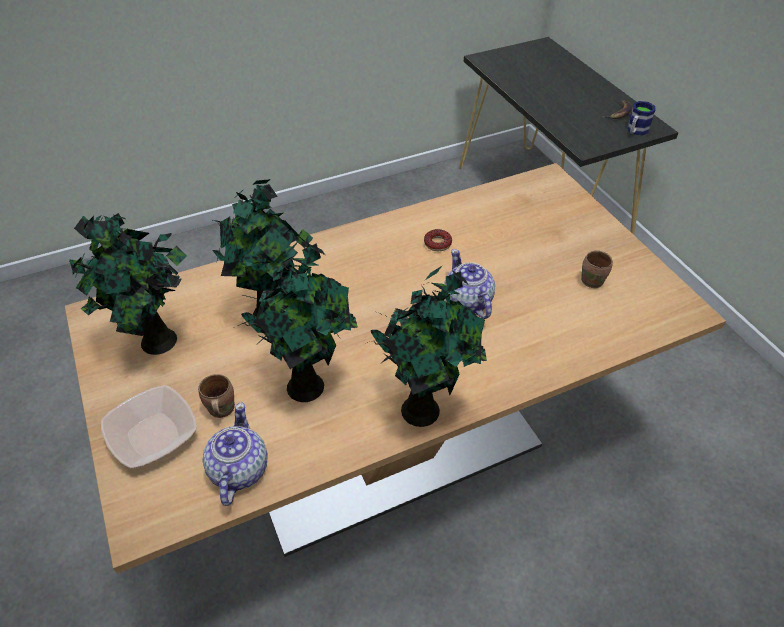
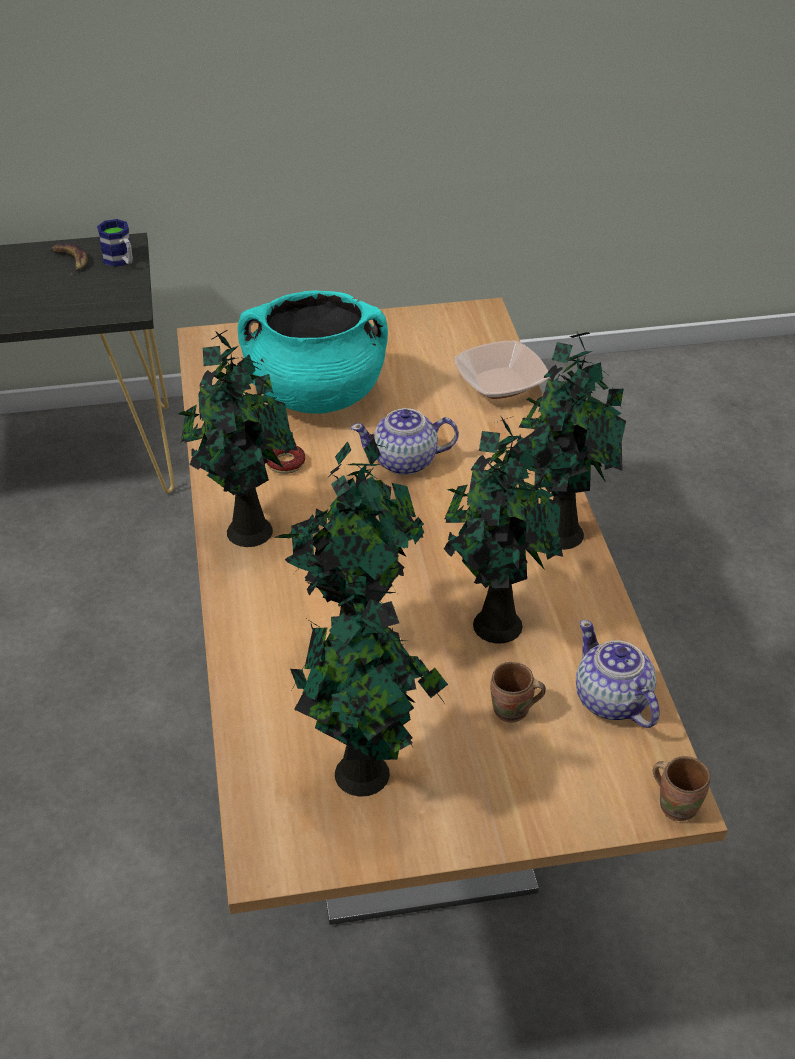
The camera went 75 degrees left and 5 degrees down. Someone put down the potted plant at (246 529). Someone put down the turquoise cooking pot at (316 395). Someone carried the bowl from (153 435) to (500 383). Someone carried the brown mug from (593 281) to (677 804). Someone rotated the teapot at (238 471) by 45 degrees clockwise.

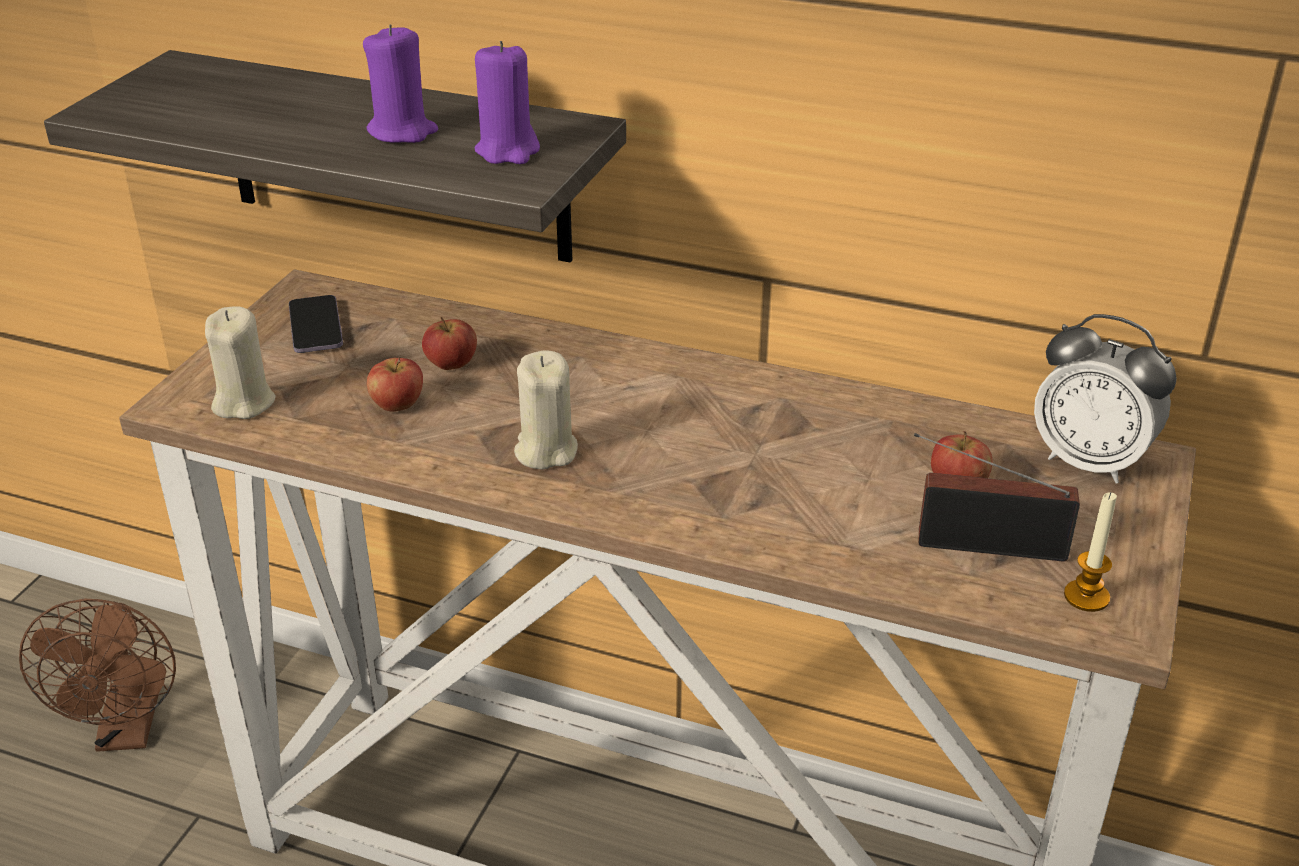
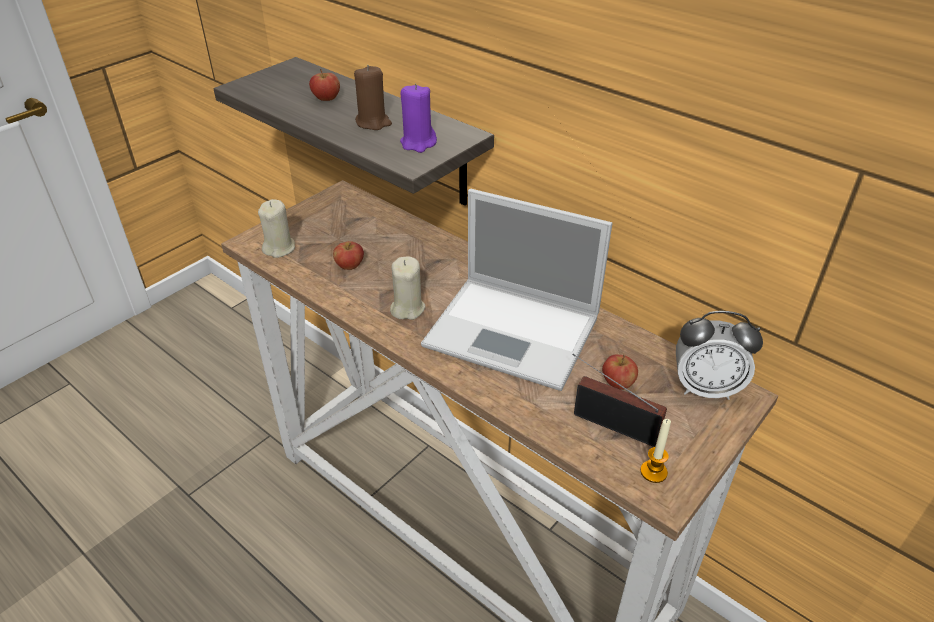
The camera went 20 degrees right and 5 degrees up. Someone took away the brown fan at (128 731). Someone took away the phone at (316 327). Someone put down the laptop at (515 332). Someone carried the apple from (452 365) to (326 99). Someone repainted the purple candle at (402 132), which became the brown candle at (373 122). Someone rotated the alarm clock at (1089 461) by 45 degrees counterclockwise.

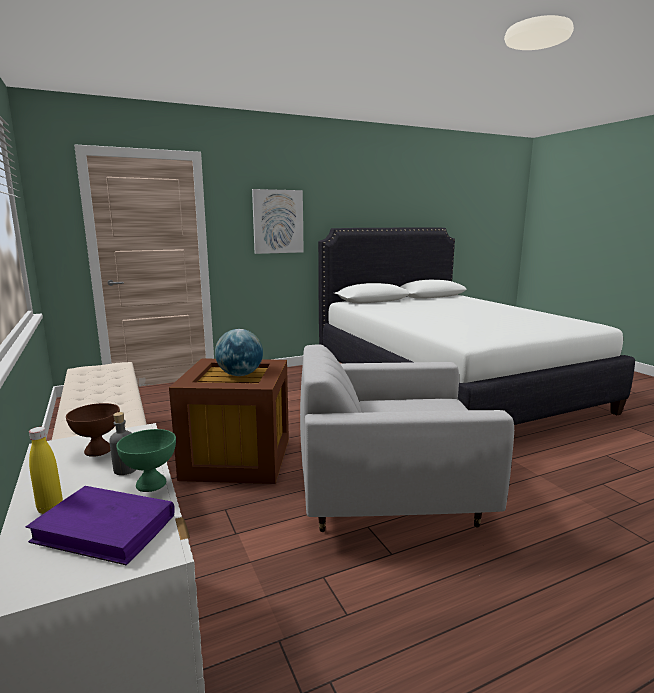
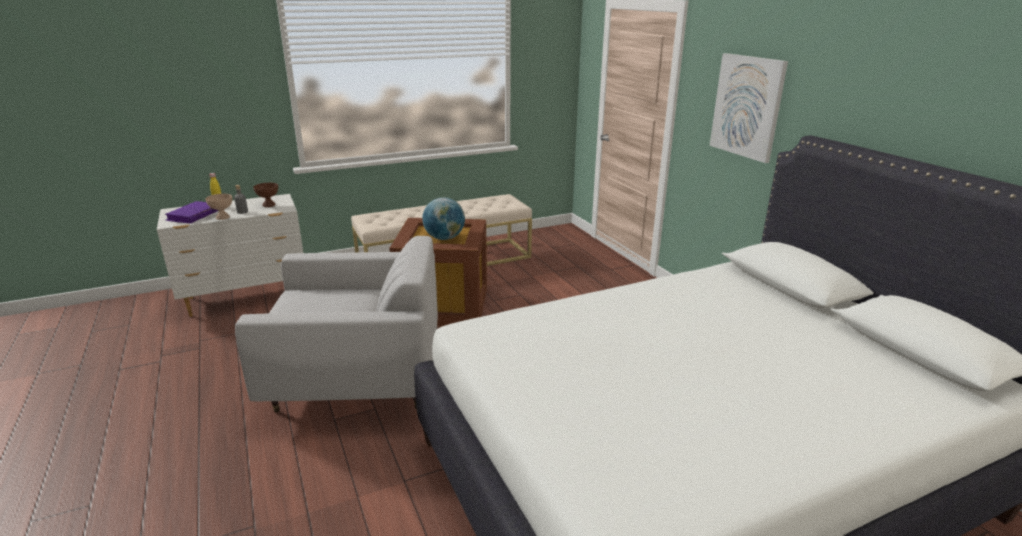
The camera went 90 degrees right and 10 degrees up. Someone repainted the green bowl at (152 483), which became the beige bowl at (223 217). Someone rotated the white armchair at (389 495) by 90 degrees clockwise.

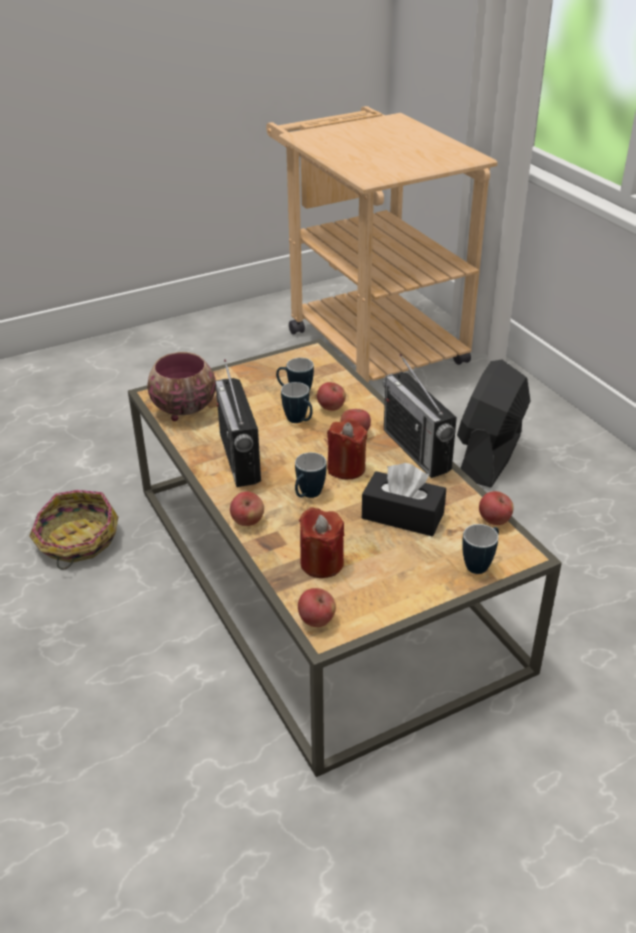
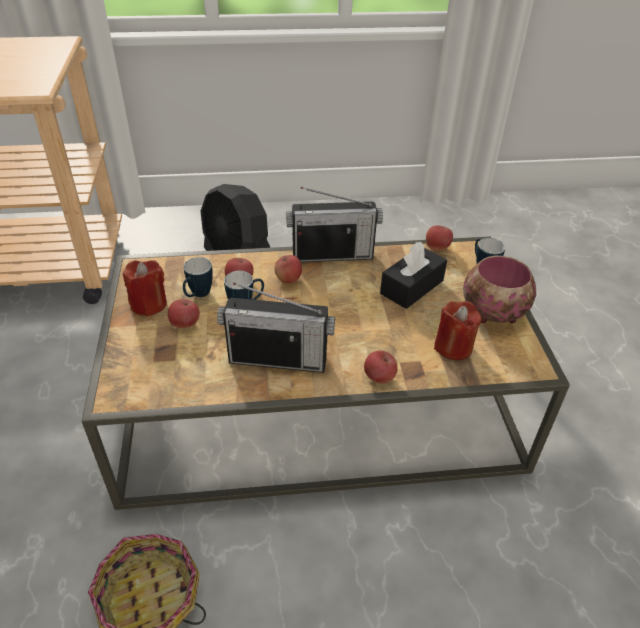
The camera went 70 degrees left and 5 degrees up. Someone took away the mug at (308 496). Someone carried the bowl from (182 409) to (492 314). Someone carried the apple from (316 620) to (185 324). Someone carried the red candle from (346 468) to (149 304).

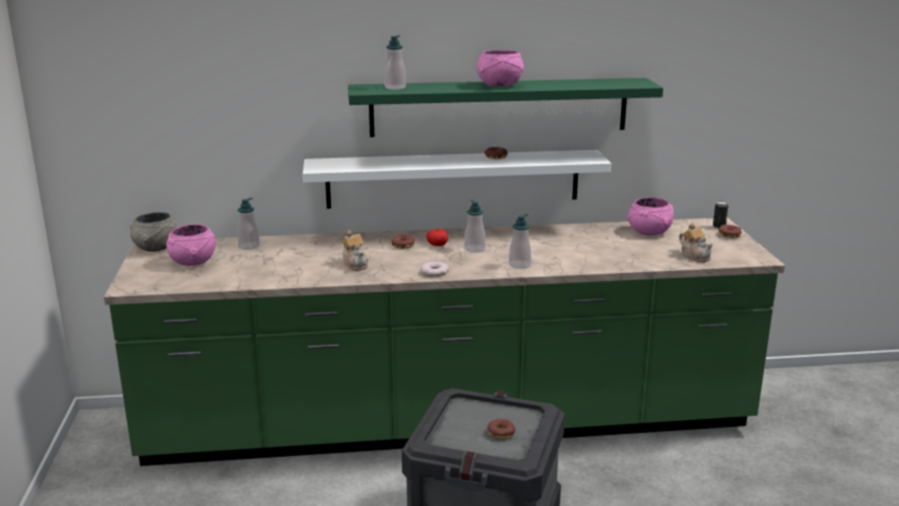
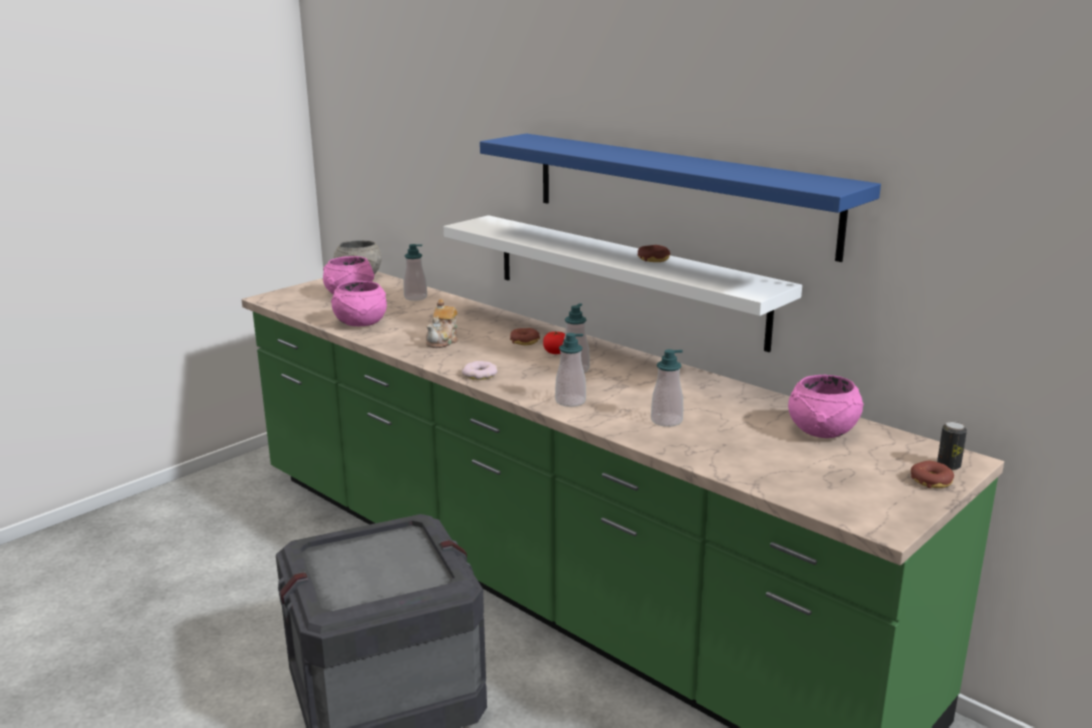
The camera went 50 degrees right and 0 degrees up. Someone took away the donut at (501 433). Someone took away the teapot at (695 256). Someone carried the soap dispenser from (395 88) to (666 421). Someone carried the pink bowl from (499 86) to (360 323). Someone repainted the green shelf at (499 107), which became the blue shelf at (678 192).

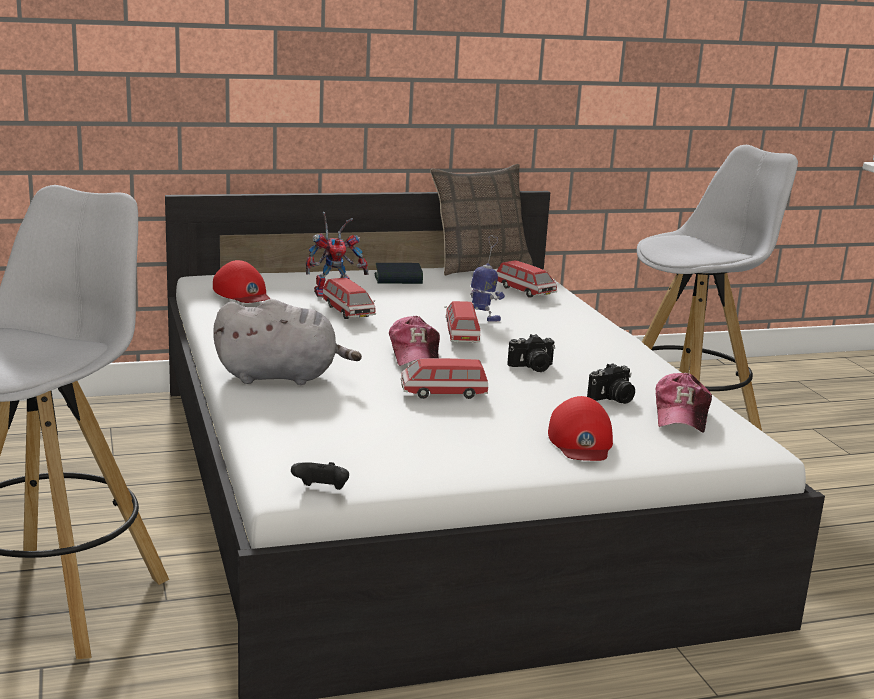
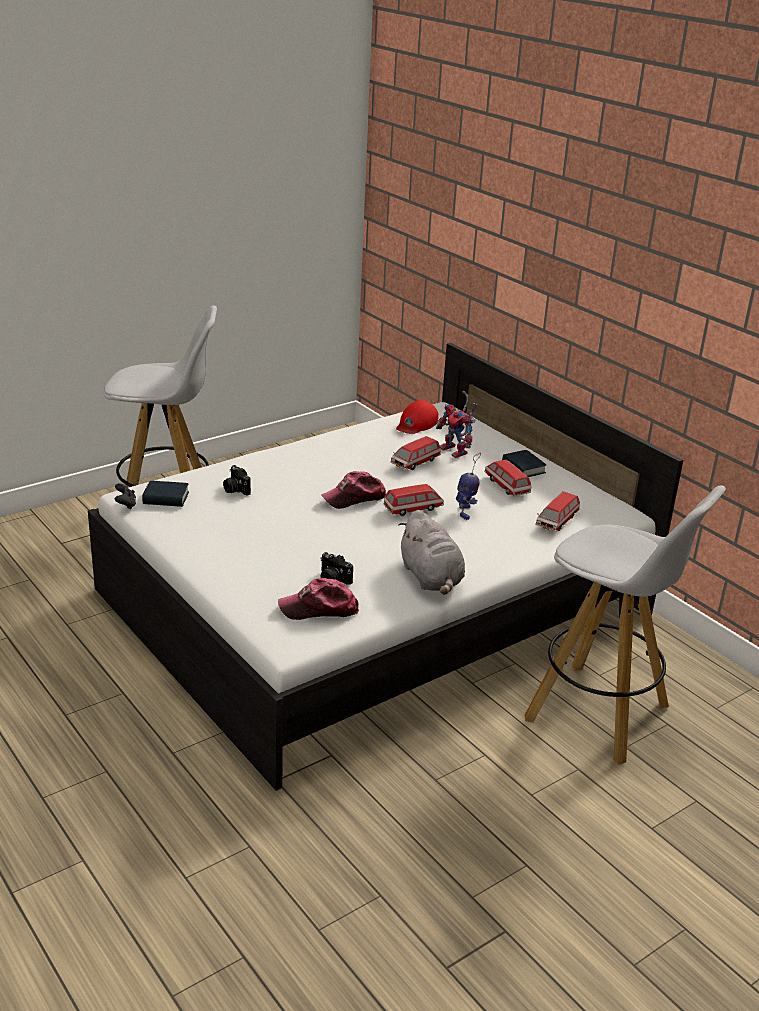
The camera went 70 degrees right and 10 degrees up. Someone took away the pillow at (480 266). Someone took away the red cap at (581 441). Someone put down the book at (166 498). Someone carried the grey plush toy from (282 377) to (431 578). Someone carried the toy car from (443 393) to (507 486). Someone carried the photo camera from (532 367) to (235 489).

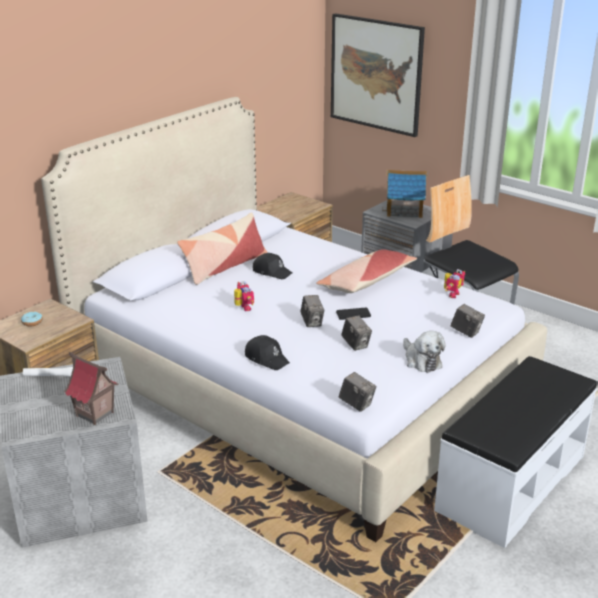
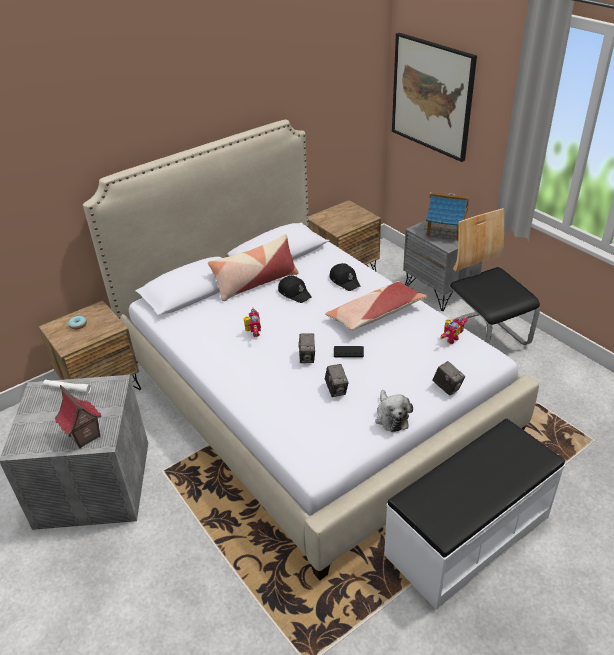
The camera went 15 degrees right and 10 degrees up. Someone took away the photo camera at (356 404). Someone carried the black cap from (267 358) to (345 281).

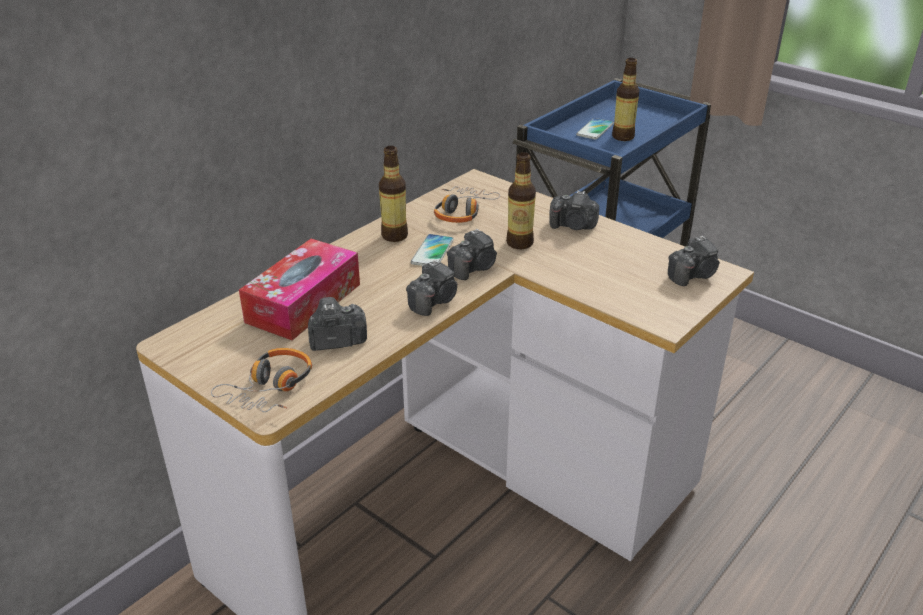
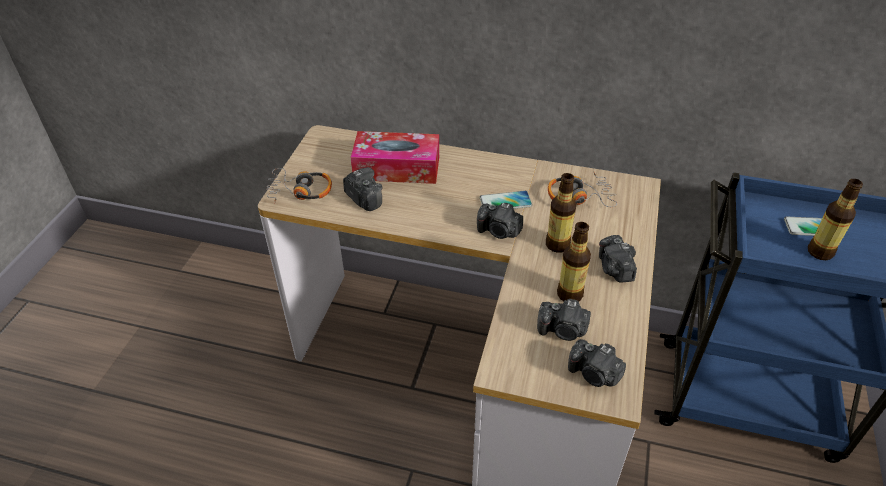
The camera went 65 degrees right and 10 degrees up. Someone carried the bottle from (394 236) to (570 294). Someone carried the photo camera from (434 301) to (563 330).

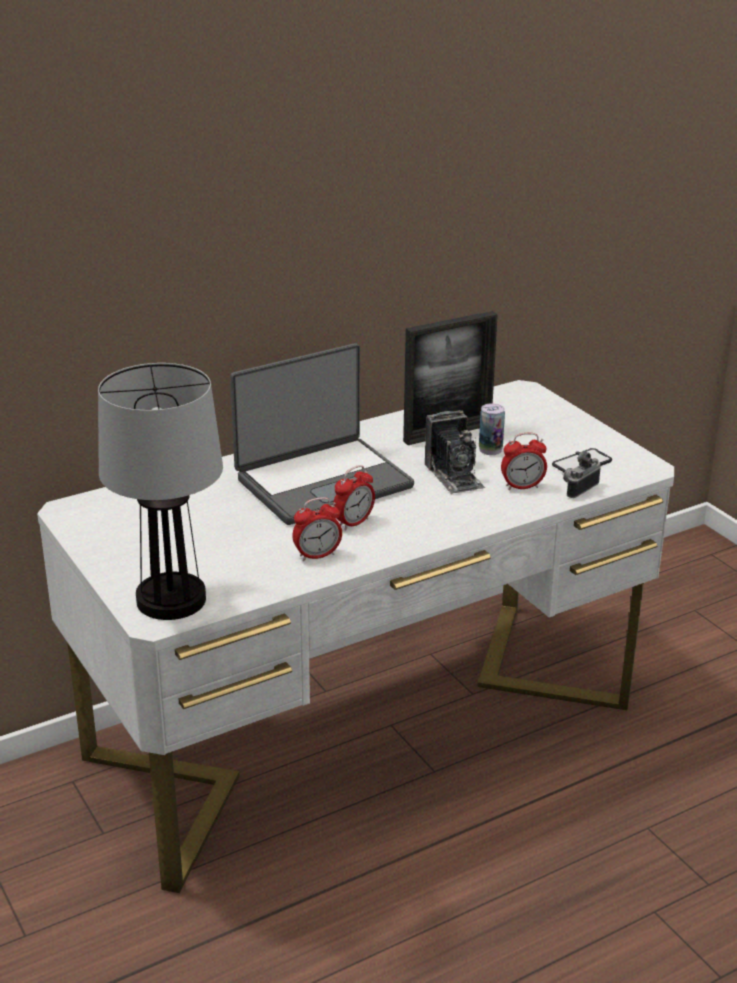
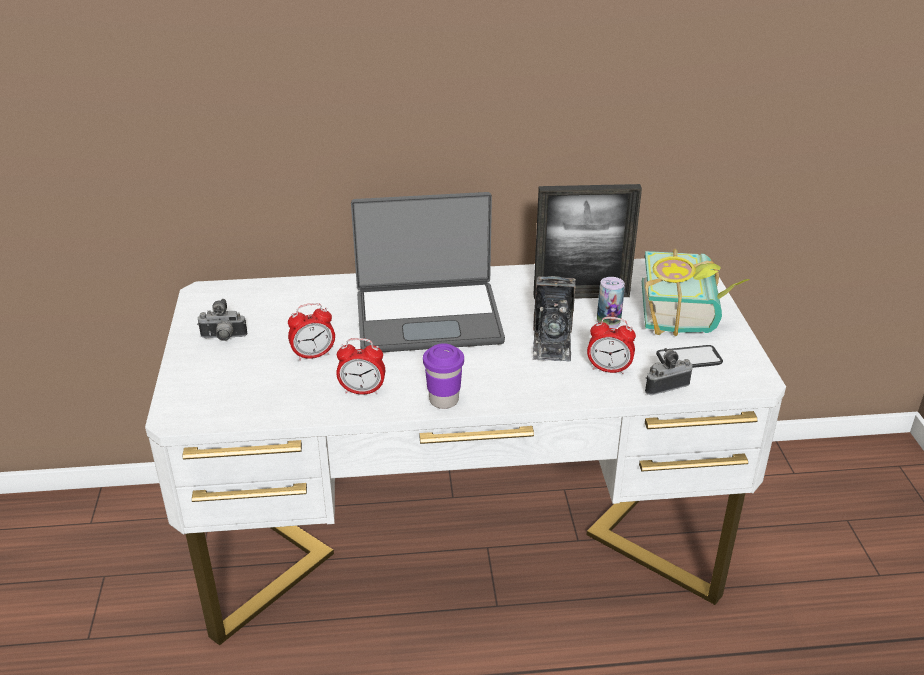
The camera went 25 degrees right and 5 degrees up. Someone took away the table lamp at (171 601). Someone put down the photo camera at (223 338). Someone put down the purple cup at (444 400). Someone put down the book at (688 312). Someone carried the alarm clock from (353 523) to (313 355).

